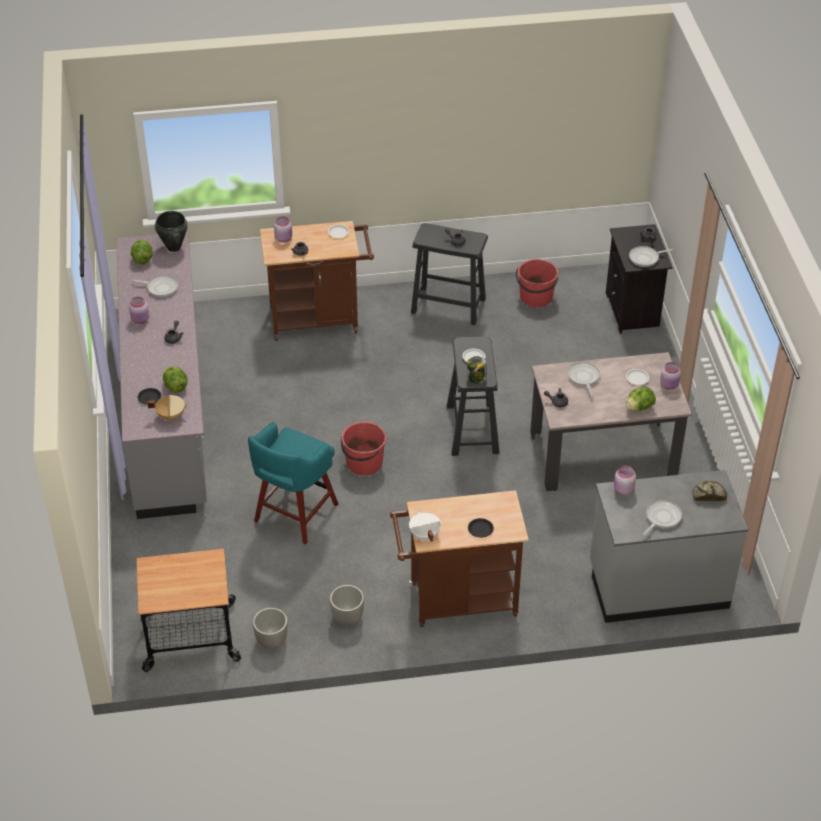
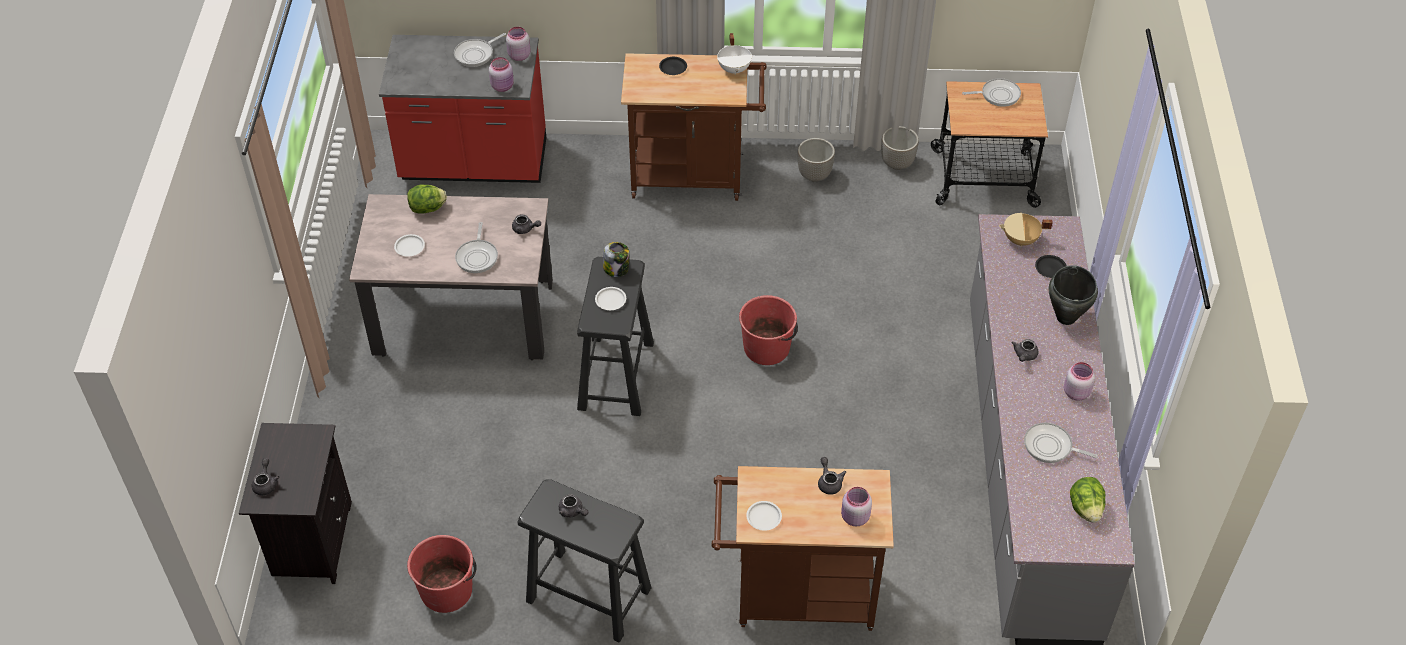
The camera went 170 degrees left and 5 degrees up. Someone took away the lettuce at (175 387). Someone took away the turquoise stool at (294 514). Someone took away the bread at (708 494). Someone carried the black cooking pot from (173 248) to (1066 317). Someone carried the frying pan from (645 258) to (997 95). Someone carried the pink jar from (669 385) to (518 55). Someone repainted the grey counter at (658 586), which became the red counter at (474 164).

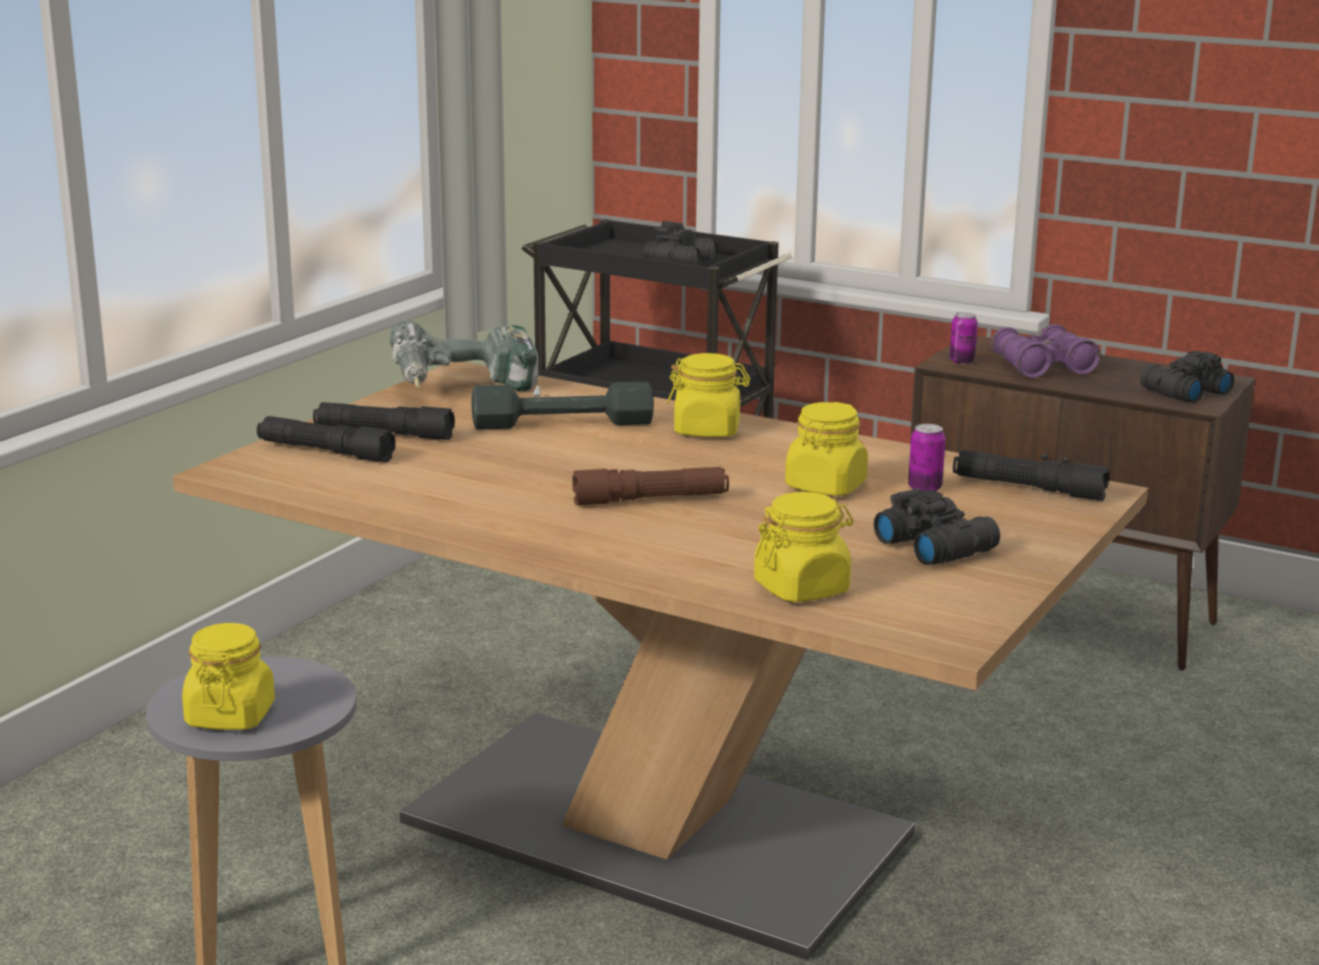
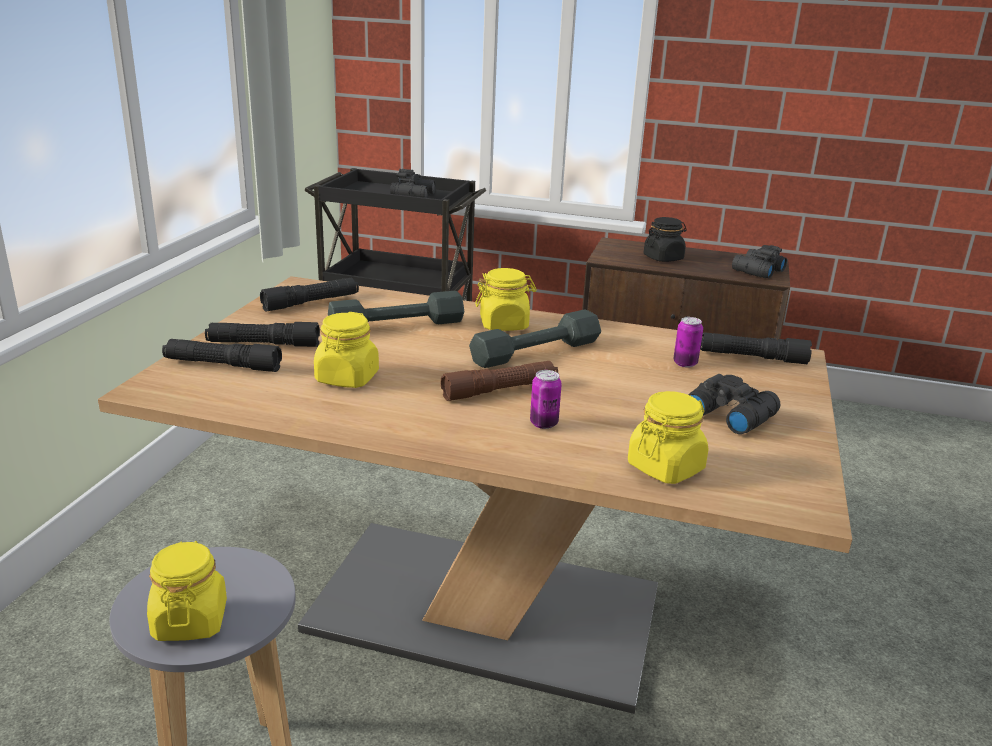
The camera went 15 degrees left and 5 degrees up. Someone put down the grey dumbbell at (536 352). Someone carried the yellow jar from (825 486) to (347 378). Someone carried the can from (962 361) to (544 423). Someone swapped the power drill at (465 392) for the black flashlight at (311 303). Someone swapped the purple binoculars at (1043 367) for the black jar at (663 258).

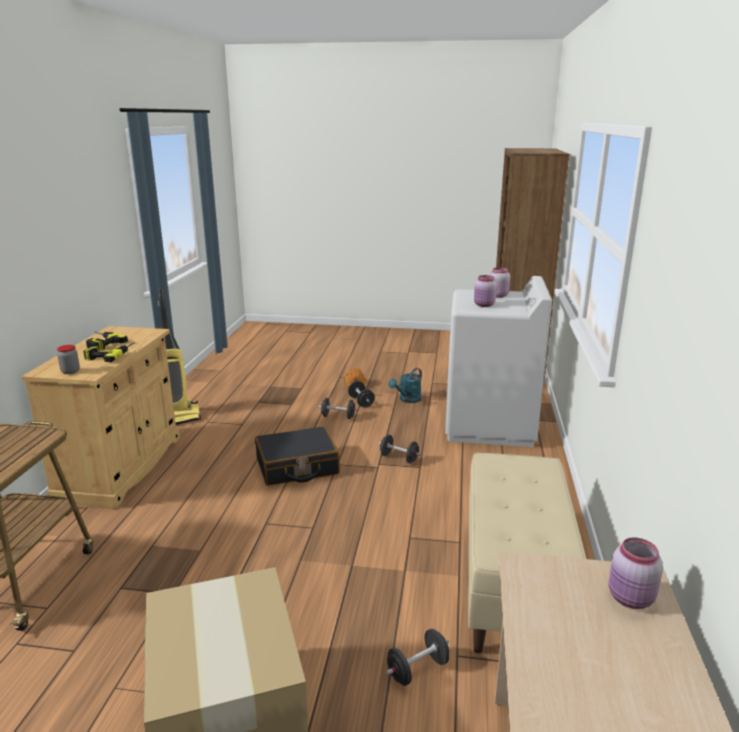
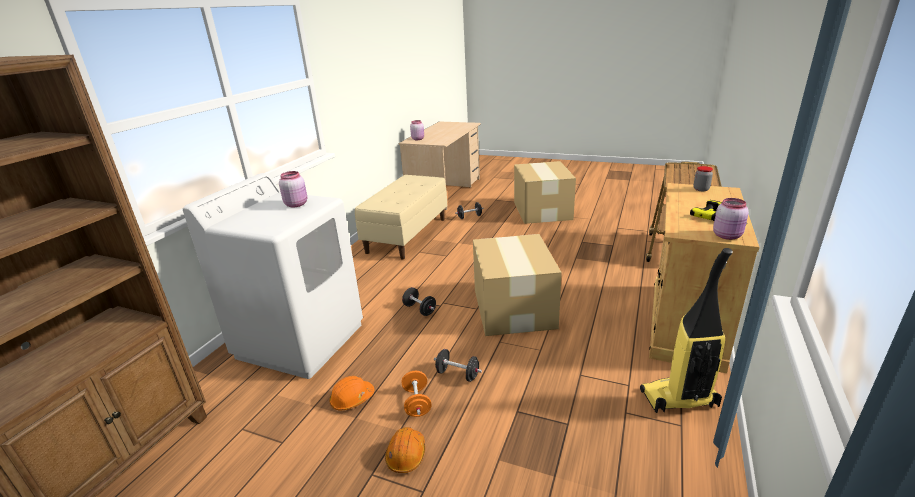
The camera went 165 degrees left and 5 degrees up. Someone took away the power drill at (110 354). Someone carried the pink jar from (497 296) to (727 236). Someone swapped the black suitcase at (297 467) for the cardboard box at (513 309). Someone swapped the turquoise watering can at (407 400) for the orange hard hat at (352 399). Someone repainted the black dumbbell at (361 402), which became the orange dumbbell at (417 403).

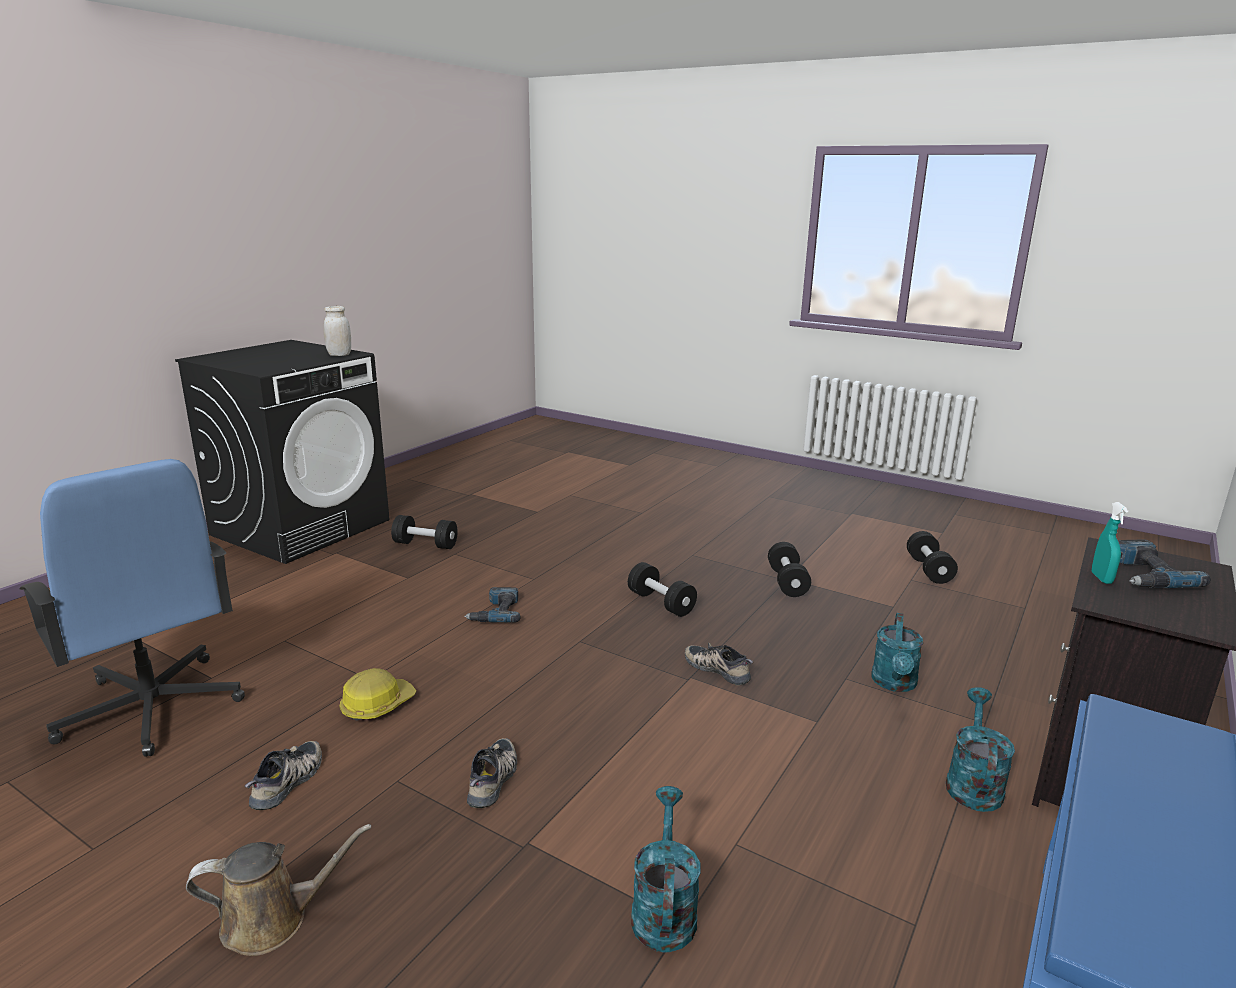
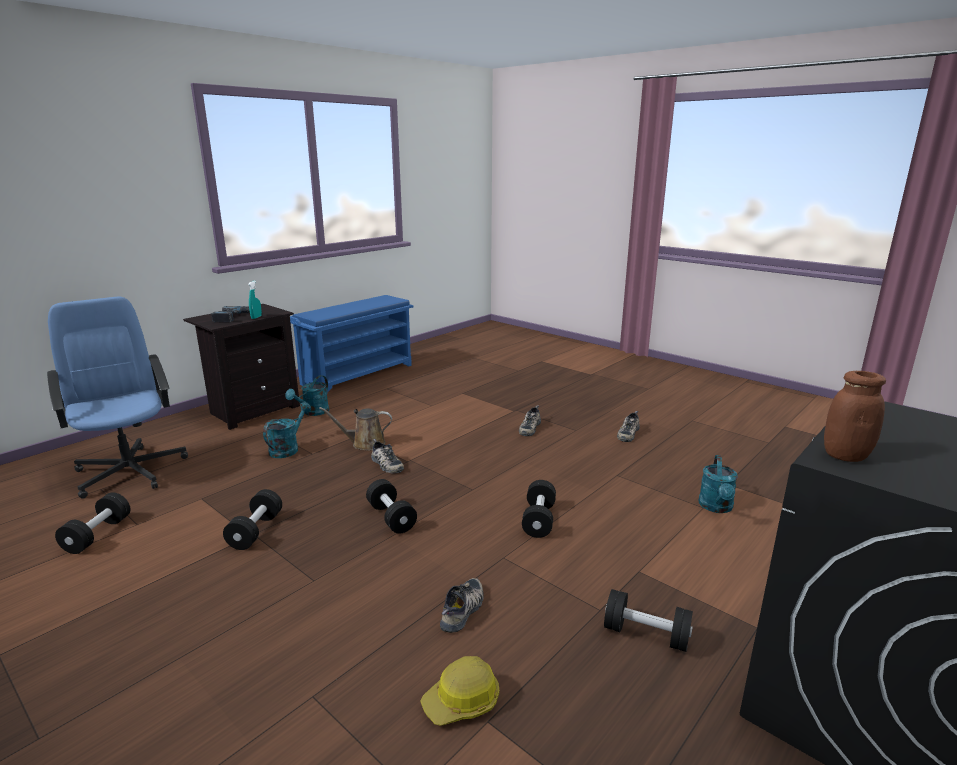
The camera went 170 degrees left and 0 degrees up. Someone put down the shoe at (463 610). Someone carried the blue office chair from (152 708) to (130 470). Someone carried the brown watering can from (273 920) to (365 444). Someone carried the hard hat from (377 705) to (462 701). Someone carried the turquoise watering can from (663 908) to (716 507). Someone swapped the power drill at (495 612) for the black dumbbell at (539 520). Someone repainted the white jar at (339 355), which became the brown jar at (845 455).

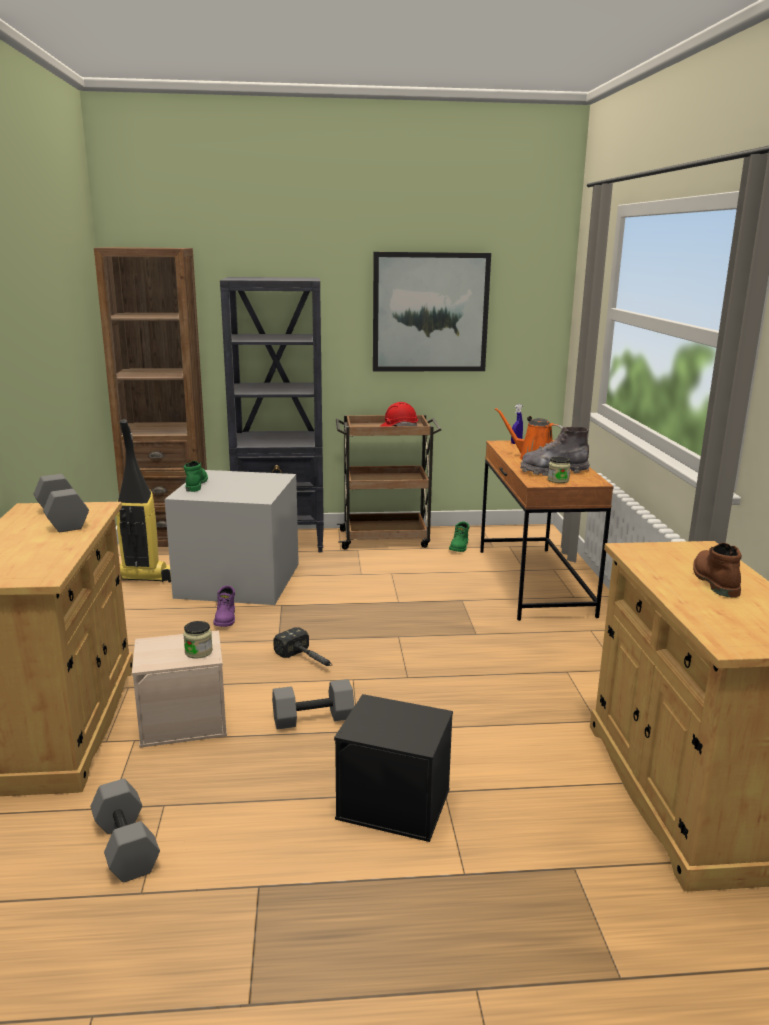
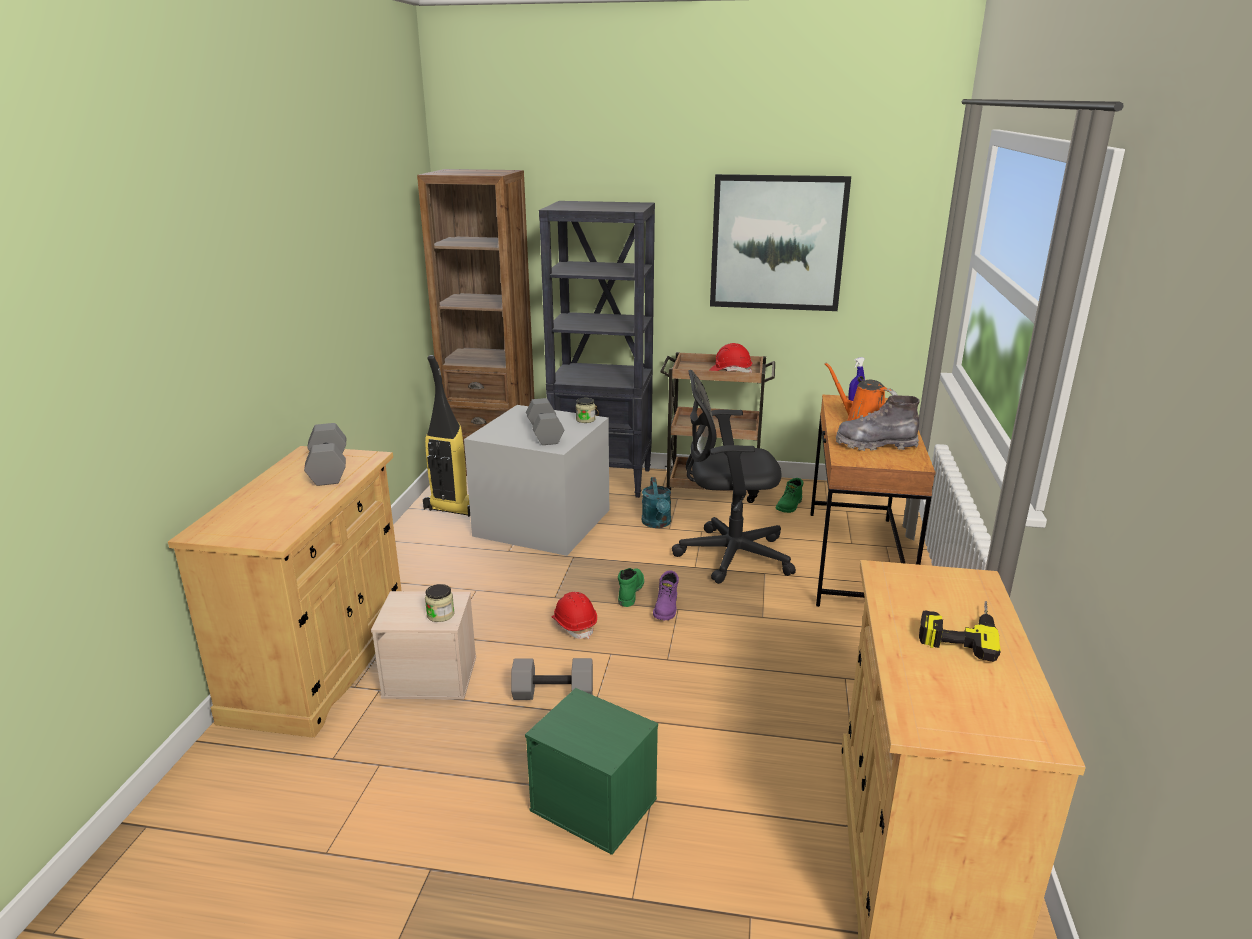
The camera went 15 degrees right and 5 degrees up. Someone put down the turquoise watering can at (657 524). Someone put down the black office chair at (728 555). Someone carried the grey dumbbell from (127 846) to (546 434). Someone carried the green boot from (195 485) to (629 591). Someone carried the purple boot from (226 618) to (666 608). Someone carried the jar from (558 480) to (585 420). Someone swapped the hammer at (308 660) for the red hard hat at (574 625). Someone swapped the brown boot at (714 580) for the power drill at (958 630). Someone repainted the black storage box at (395 803), which became the green storage box at (595 804).

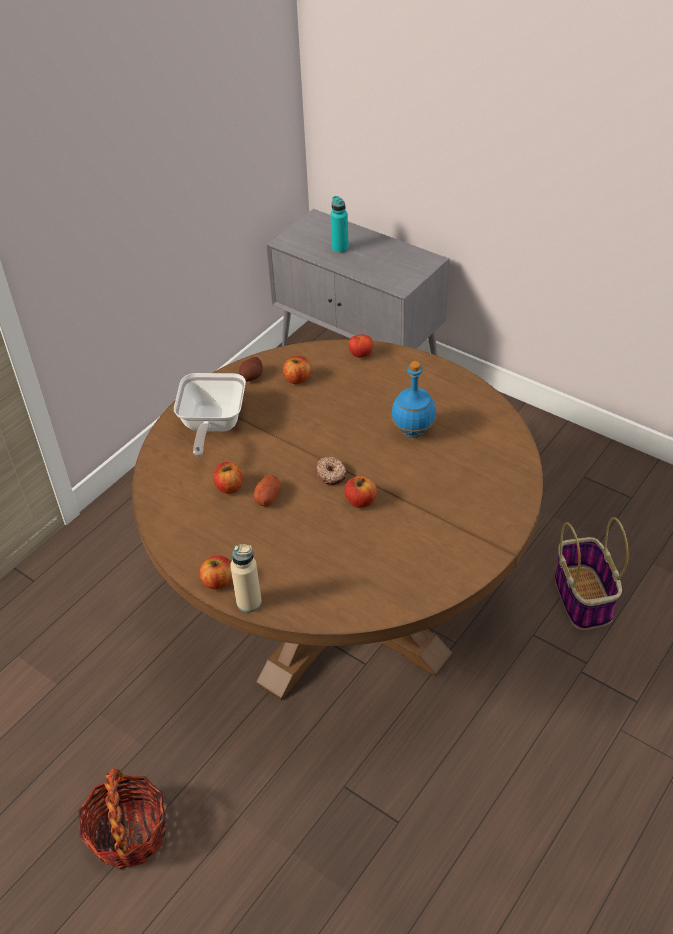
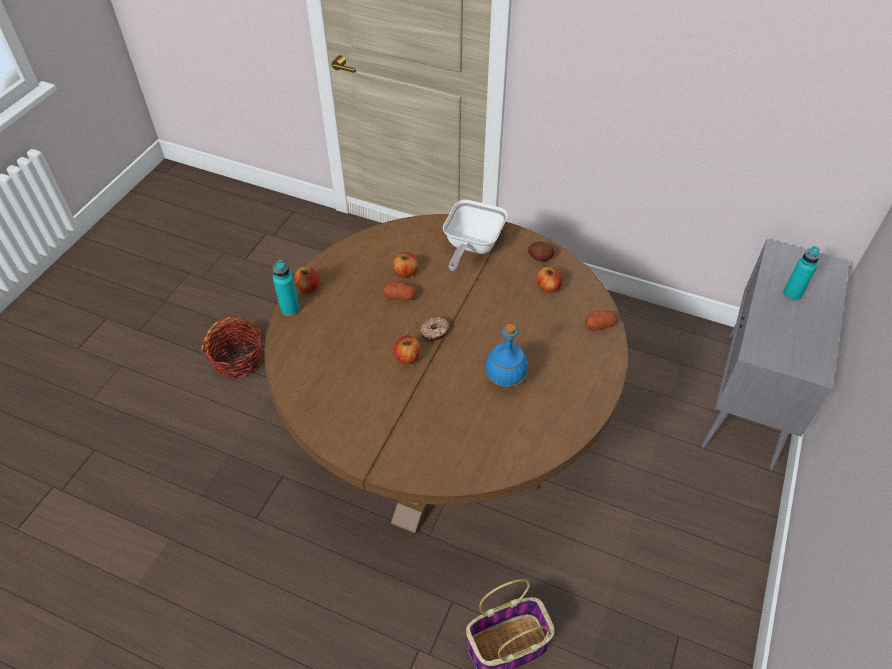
The camera went 75 degrees right and 5 degrees up. Someone swapped the tomato at (361 355) for the potato at (599 325). Someone repainted the beige bottle at (249 602), which became the turquoise bottle at (290 309). Someone rotated the frying pan at (211 426) by 60 degrees counterclockwise.

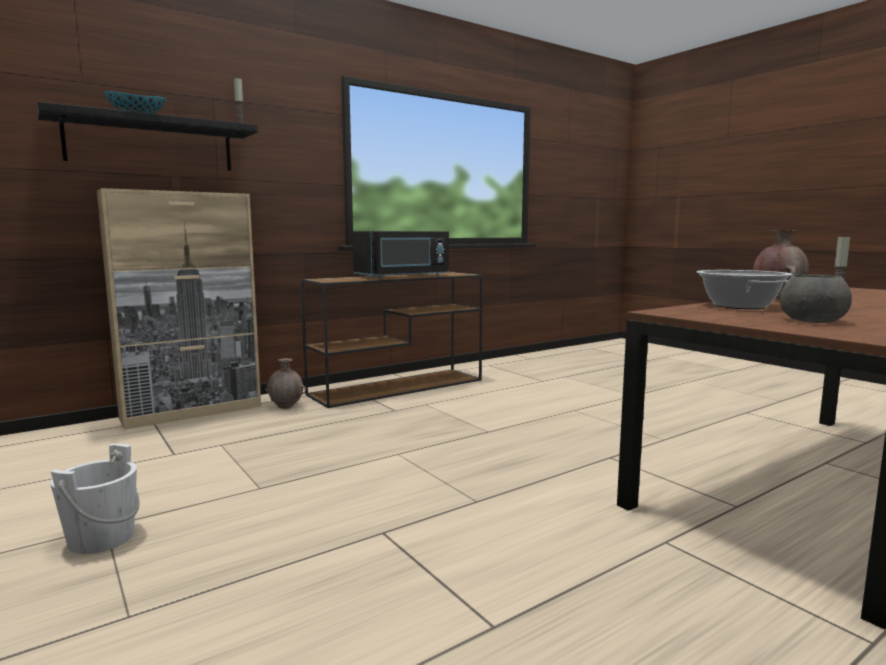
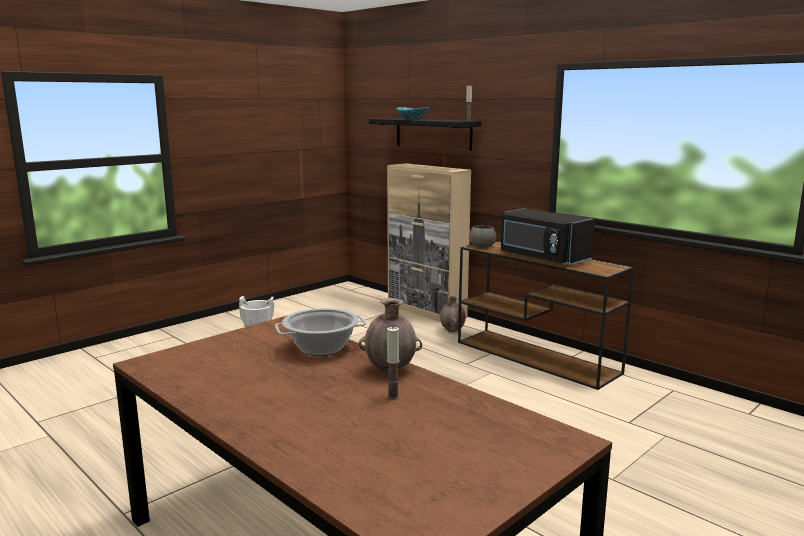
The camera went 80 degrees right and 5 degrees up. Someone carried the grey bowl from (813 321) to (481 246).

